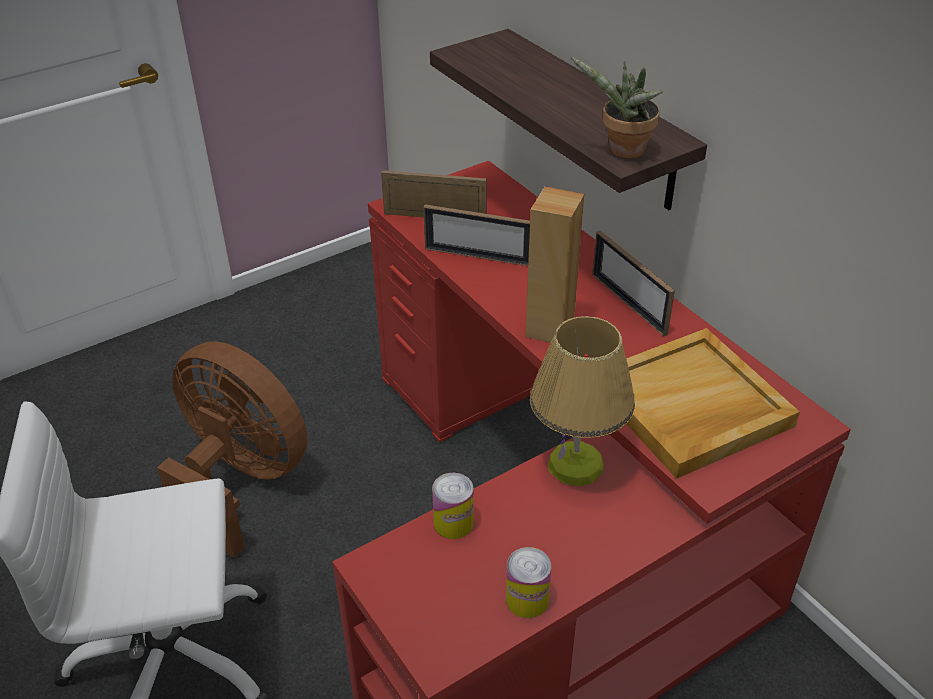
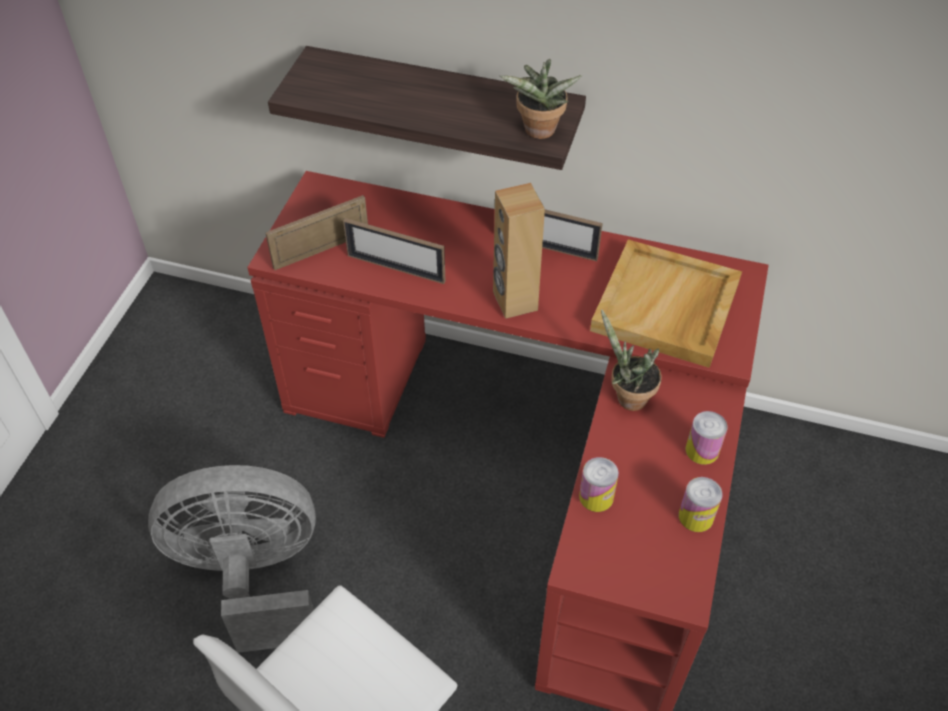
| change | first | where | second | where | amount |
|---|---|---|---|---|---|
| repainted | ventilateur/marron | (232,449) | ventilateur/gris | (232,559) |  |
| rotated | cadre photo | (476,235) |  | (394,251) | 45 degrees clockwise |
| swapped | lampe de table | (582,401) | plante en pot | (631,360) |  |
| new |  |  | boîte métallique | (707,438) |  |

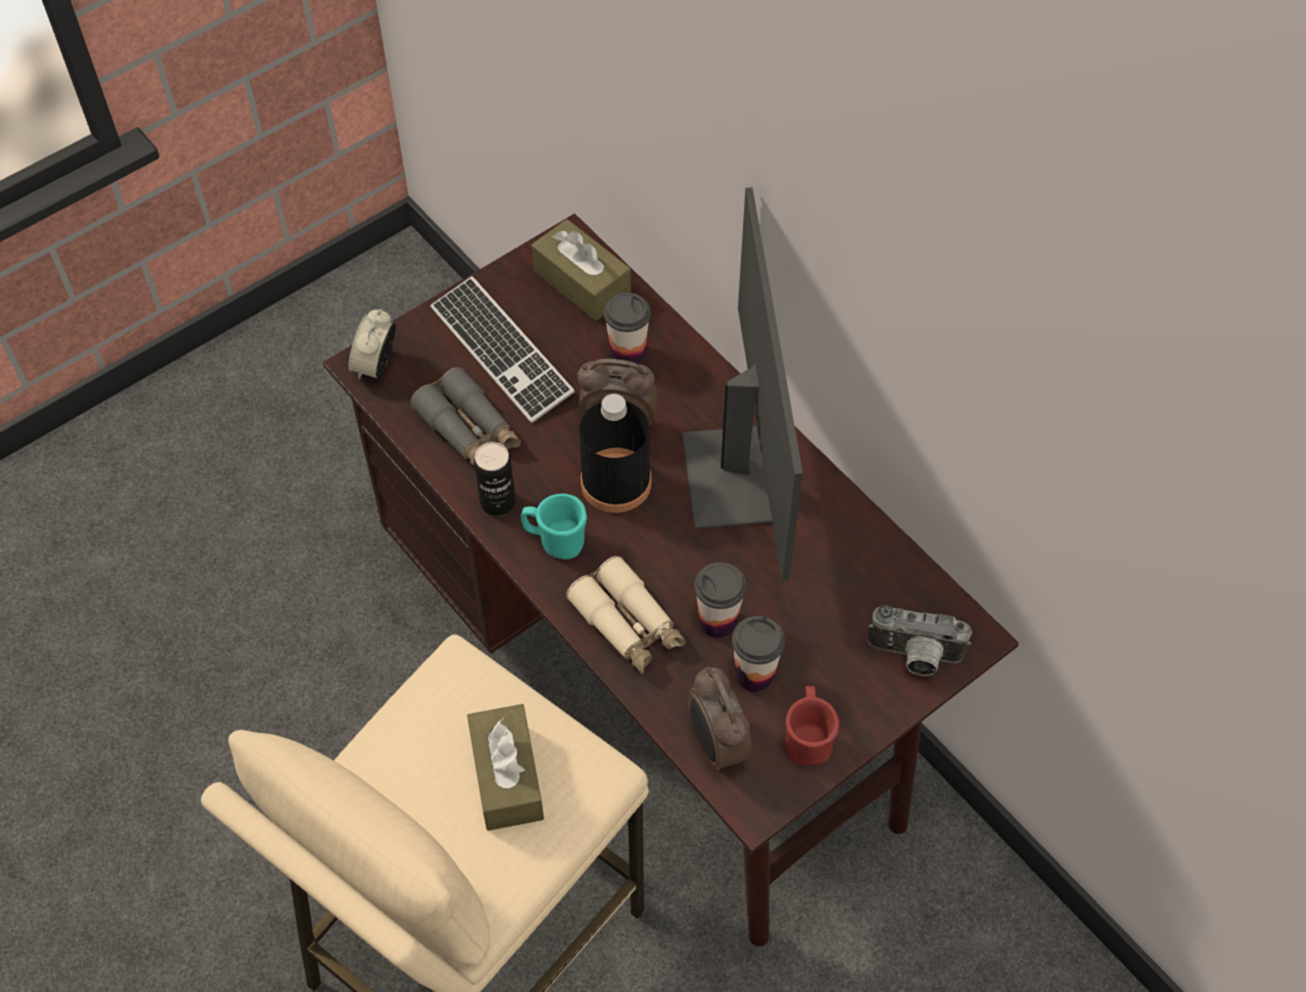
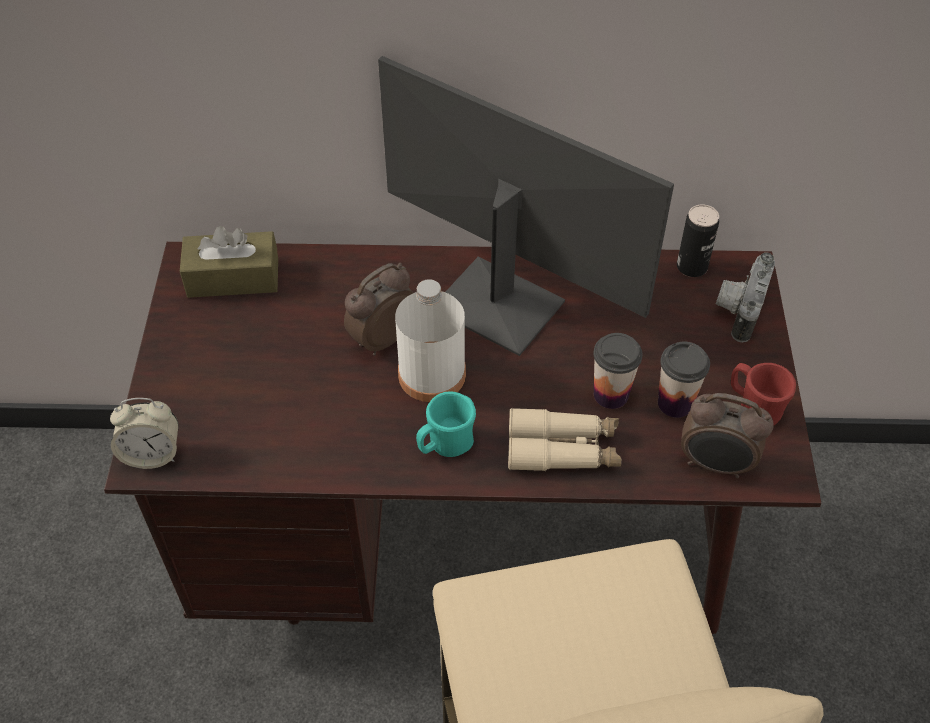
| change | first | where | second | where | amount |
|---|---|---|---|---|---|
| rotated | réveil | (372,344) |  | (144,433) | 60 degrees counterclockwise |
| gone | jumelles/gris | (465,417) |  |  |  |
| gone | clavier | (502,349) |  |  |  |
| gone | boîte à mouchoirs/marron | (505,767) |  |  |  |
| shifted | boîte métallique | (495,479) |  | (698,240) |  |
| repainted | bouteille/noir | (615,453) | bouteille/blanc | (430,340) |  |
| gone | tasse | (627,330) |  |  |  |
| rotated | appareil photo | (920,640) |  | (745,297) | 150 degrees clockwise |

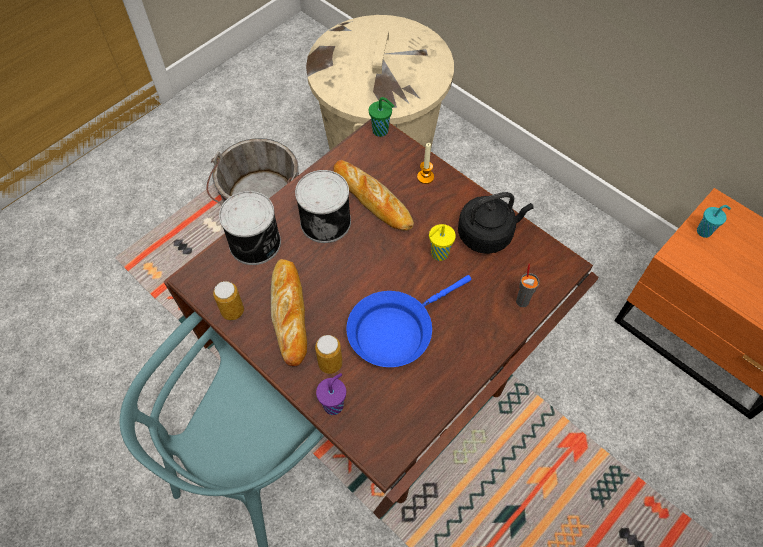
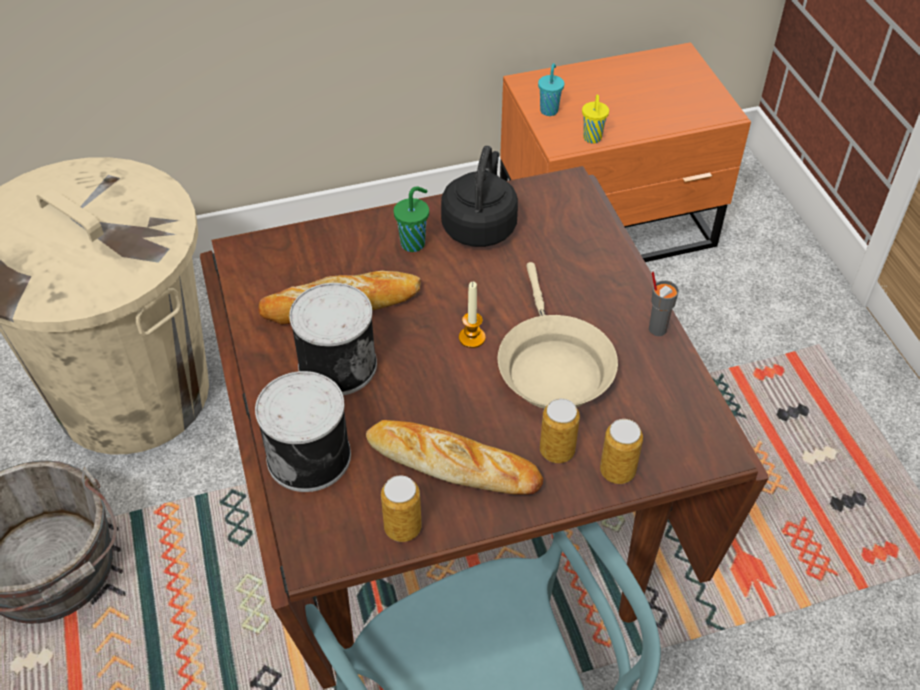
| change | first | where | second | where | amount |
|---|---|---|---|---|---|
| swapped | tasse/violet | (331,394) | boîte métallique | (621,451) |  |
| repainted | poêle/bleu | (408,321) | poêle/beige | (557,335) |  |
| shifted | tasse/vert | (381,117) |  | (411,219) |  |
| shifted | bougie | (425,163) |  | (472,315) |  |
| shifted | tasse/jaune | (442,242) |  | (595,119) |  |
| shifted | tasse/gris | (527,285) |  | (664,304) |  |

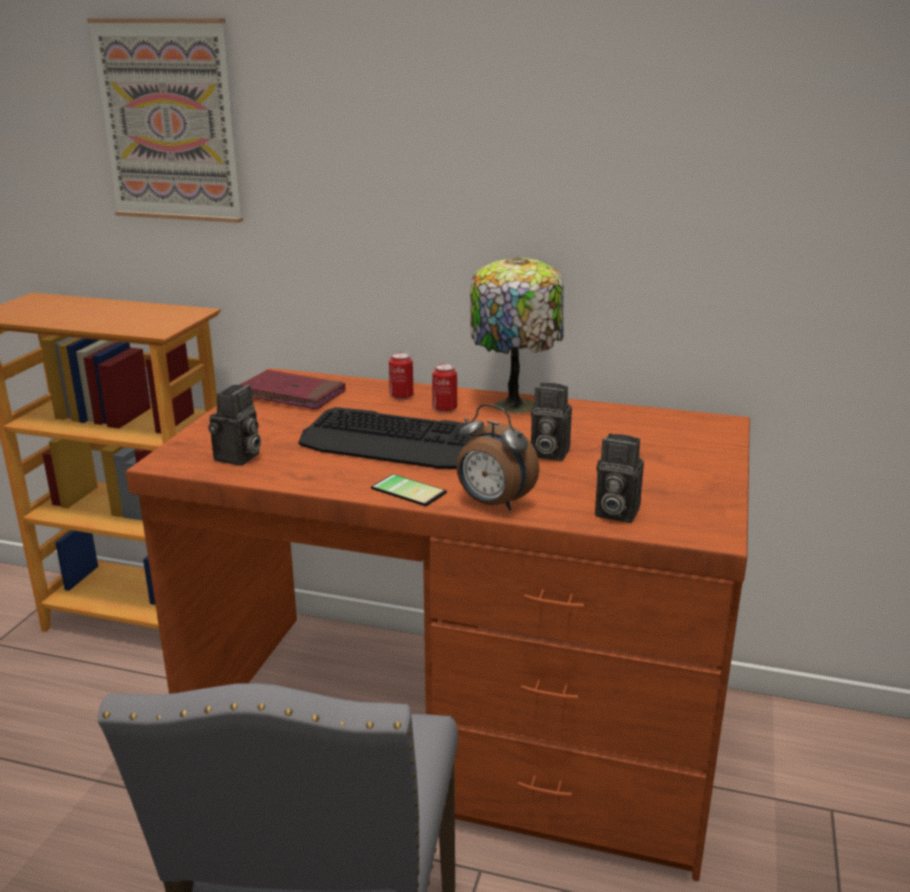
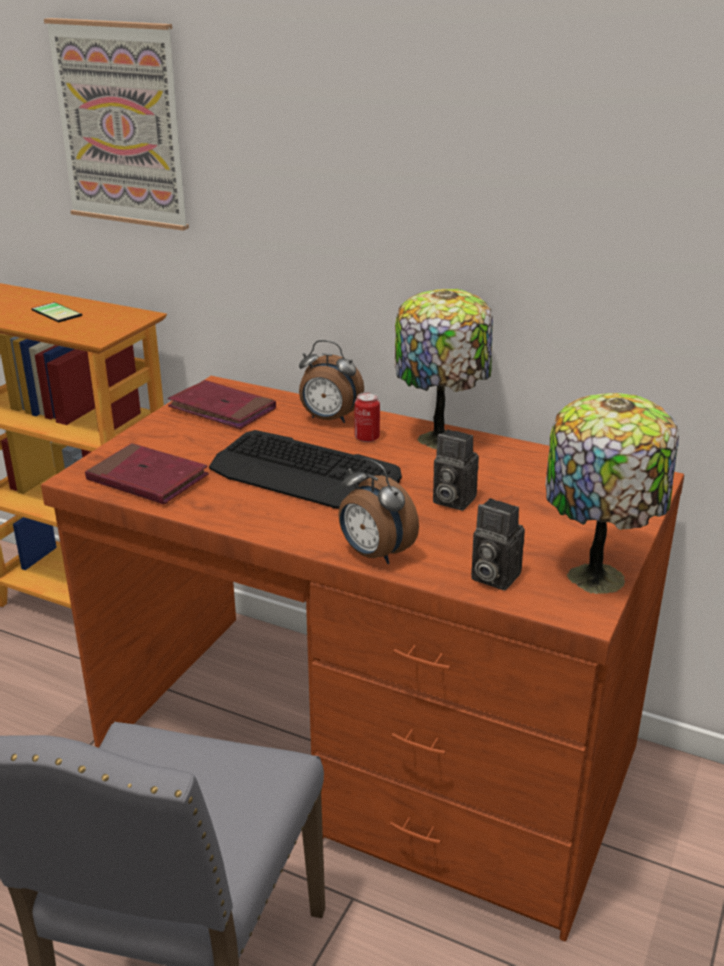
| change | first | where | second | where | amount |
|---|---|---|---|---|---|
| swapped | appareil photo | (234,425) | livre/rouge | (147,473) |  |
| shifted | téléphone | (409,490) |  | (56,312) |  |
| swapped | boîte métallique | (401,376) | réveil | (331,381) |  |
| new |  |  | lampe de table | (612,493) |  |

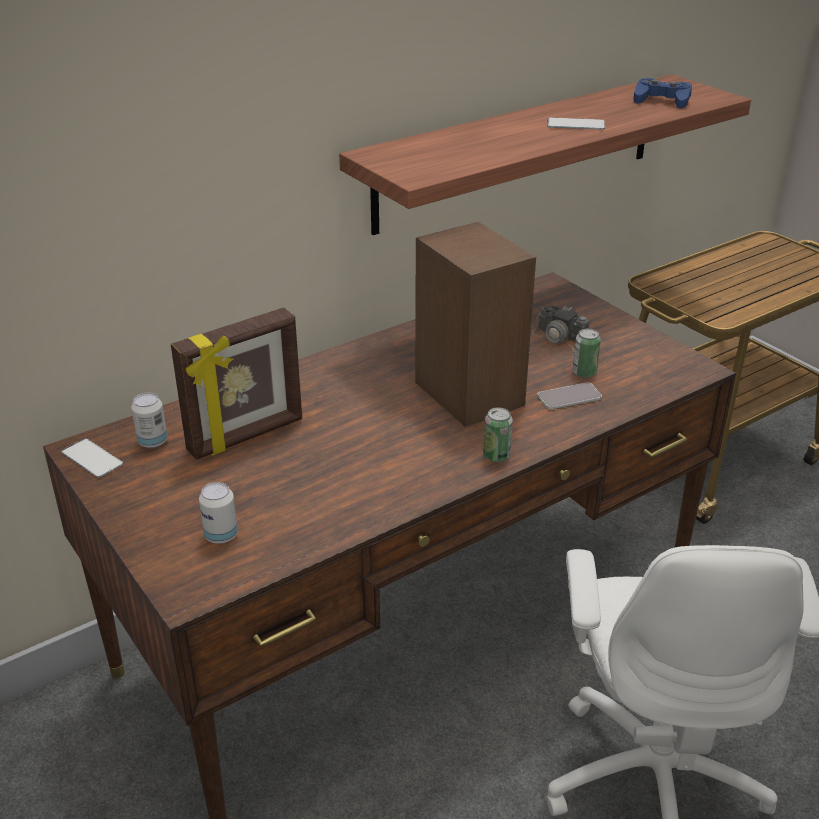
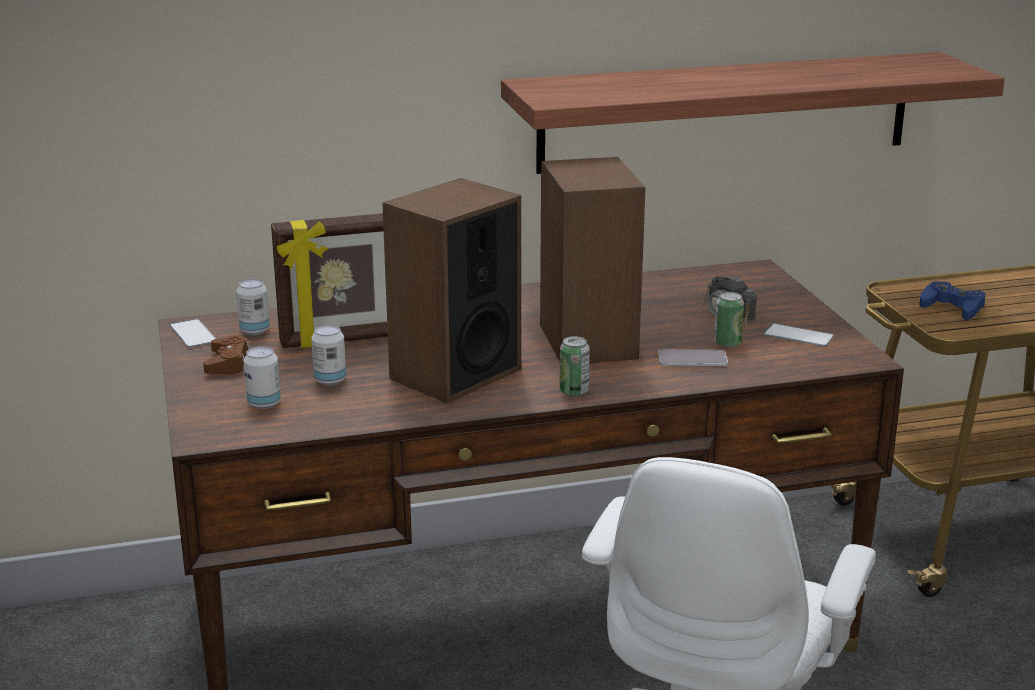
| change | first | where | second | where | amount |
|---|---|---|---|---|---|
| shifted | téléphone | (576,123) |  | (798,334) |  |
| shifted | manette/bleu | (662,93) |  | (952,300) |  |
| new |  |  | manette/marron | (226,355) |  |
| new |  |  | boîte métallique | (328,355) |  |
| new |  |  | enceinte | (451,290) |  |

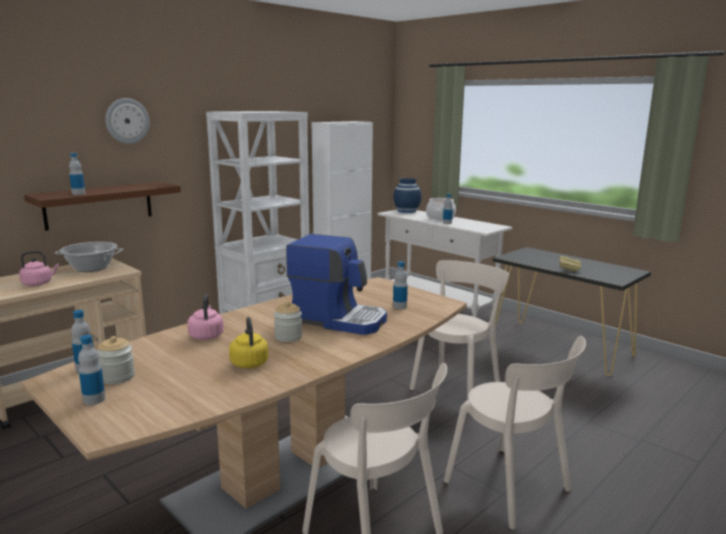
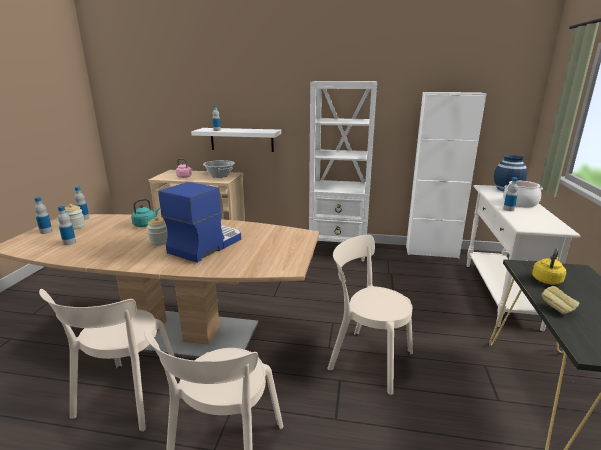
| change | first | where | second | where | amount |
|---|---|---|---|---|---|
| repainted | étagère/marron | (102,206) | étagère/blanc | (236,140) |  |
| gone | horloge murale | (127,121) |  |  |  |
| repainted | bouilloire/rose | (205,317) | bouilloire/turquoise | (145,213) |  |
| shifted | bouilloire/jaune | (249,342) |  | (549,266) |  |
| rotated | machine à café | (336,284) |  | (199,222) | 135 degrees counterclockwise |
| shifted | bouteille | (400,285) |  | (67,225) |  |
| rotated | chaise/beige | (459,330) |  | (370,315) | 150 degrees counterclockwise |

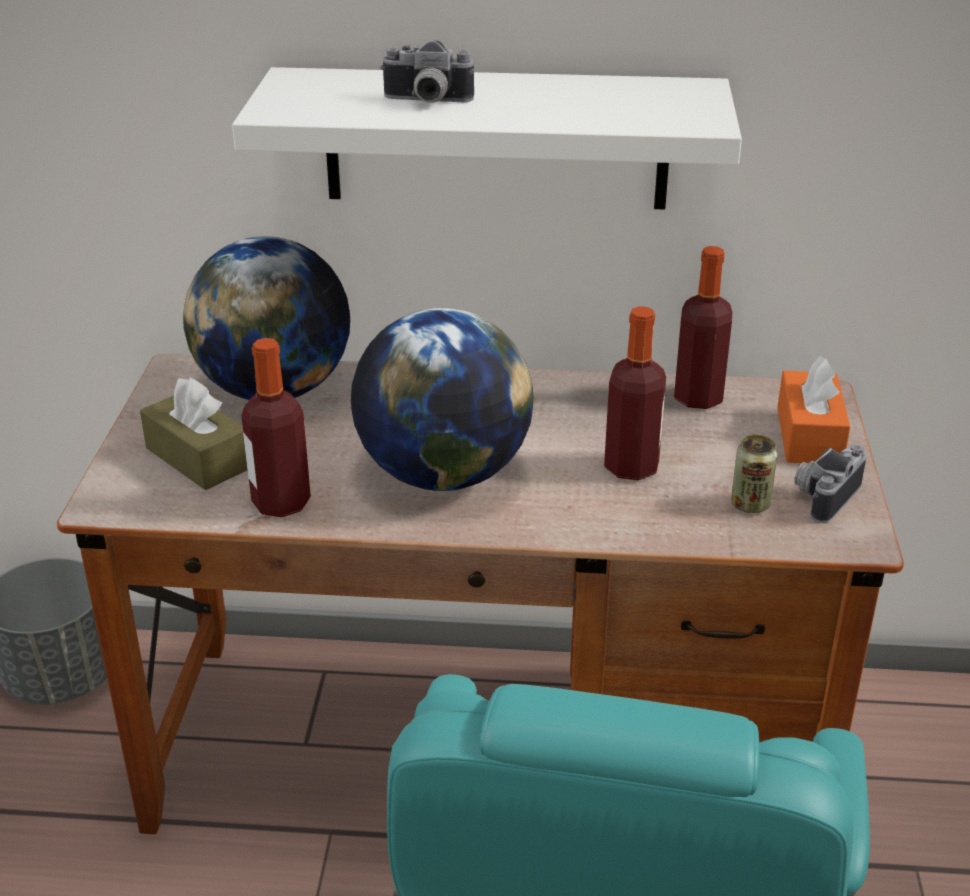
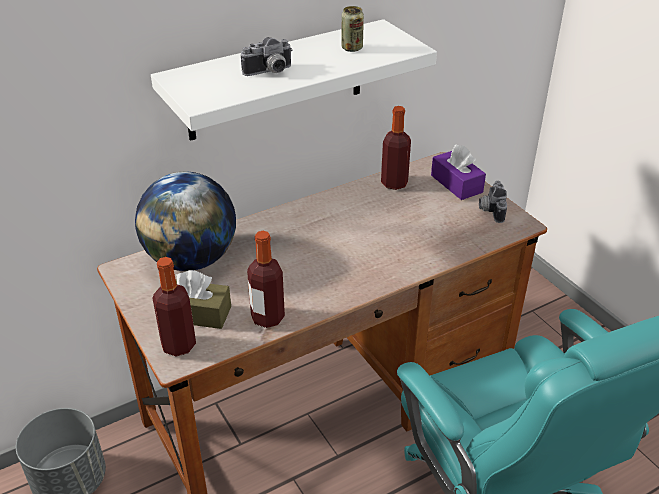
| change | first | where | second | where | amount |
|---|---|---|---|---|---|
| gone | globe | (442,399) |  |  |  |
| shifted | bouteille | (635,393) |  | (174,307) |  |
| shifted | boîte métallique | (754,474) |  | (352,29) |  |
| repainted | boîte à mouchoirs/orange | (813,409) | boîte à mouchoirs/violet | (458,172) |  |

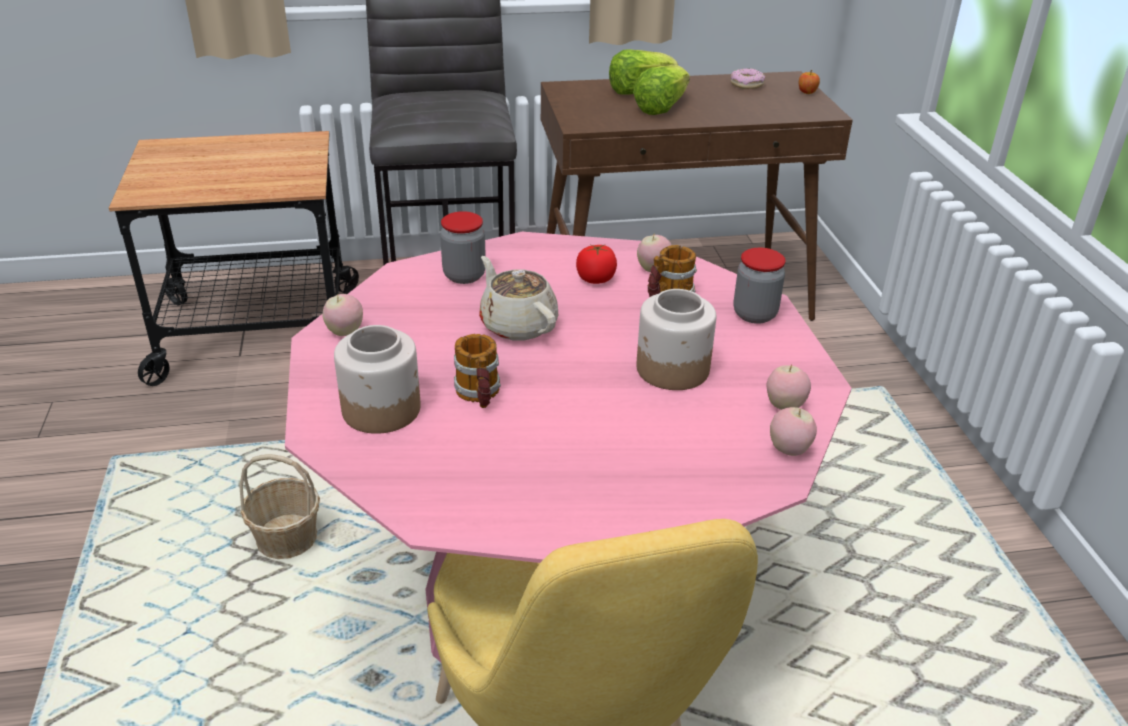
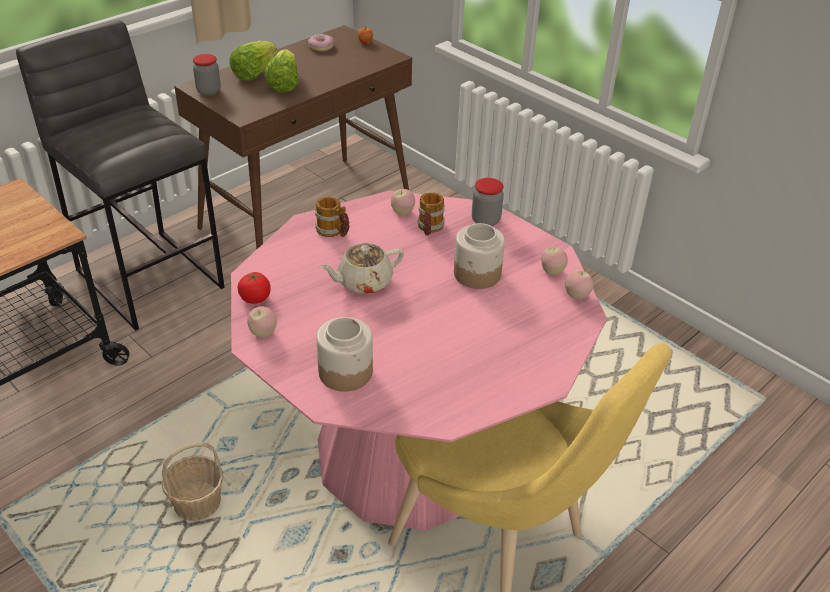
| change | first | where | second | where | amount |
|---|---|---|---|---|---|
| shifted | bocal | (463,247) |  | (207,75) |  |
| shifted | mug | (477,371) |  | (332,217) |  |
| rotated | théière/beige | (518,298) |  | (362,268) | 45 degrees counterclockwise |
| shifted | tomate | (596,264) |  | (254,288) |  |

